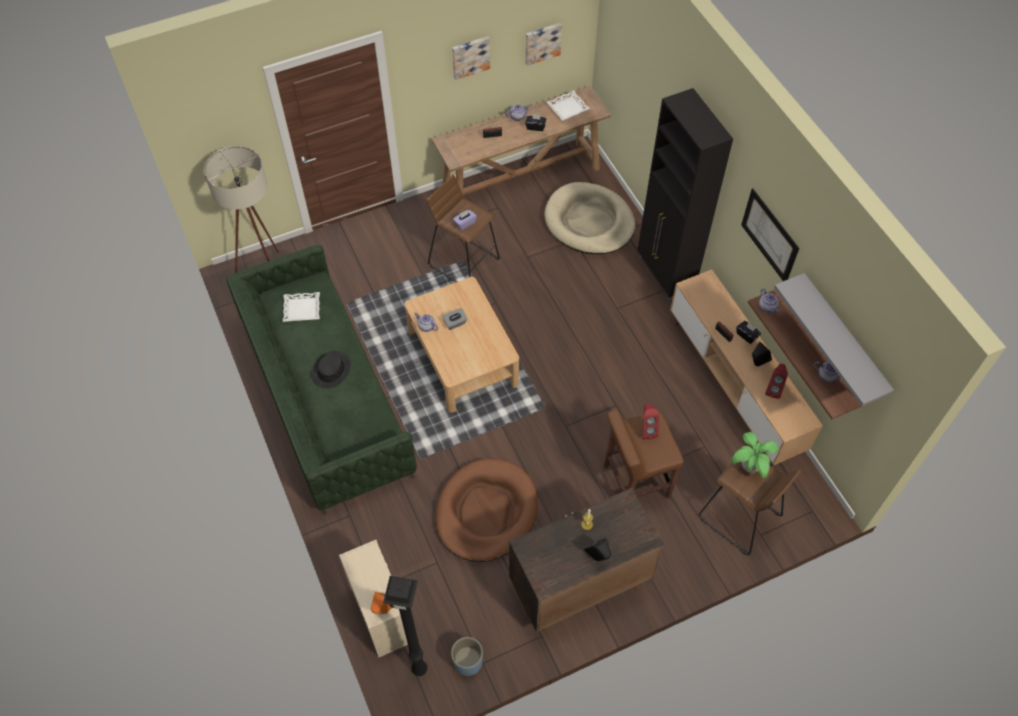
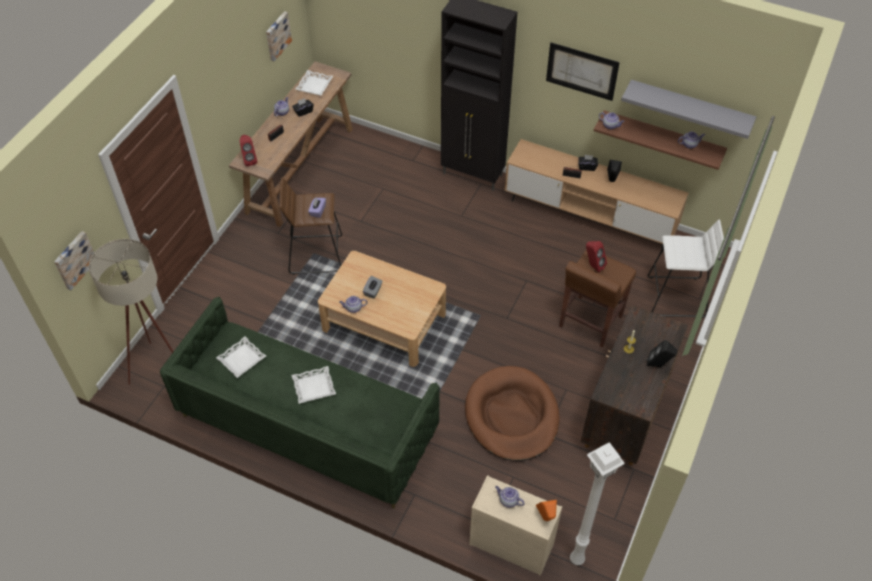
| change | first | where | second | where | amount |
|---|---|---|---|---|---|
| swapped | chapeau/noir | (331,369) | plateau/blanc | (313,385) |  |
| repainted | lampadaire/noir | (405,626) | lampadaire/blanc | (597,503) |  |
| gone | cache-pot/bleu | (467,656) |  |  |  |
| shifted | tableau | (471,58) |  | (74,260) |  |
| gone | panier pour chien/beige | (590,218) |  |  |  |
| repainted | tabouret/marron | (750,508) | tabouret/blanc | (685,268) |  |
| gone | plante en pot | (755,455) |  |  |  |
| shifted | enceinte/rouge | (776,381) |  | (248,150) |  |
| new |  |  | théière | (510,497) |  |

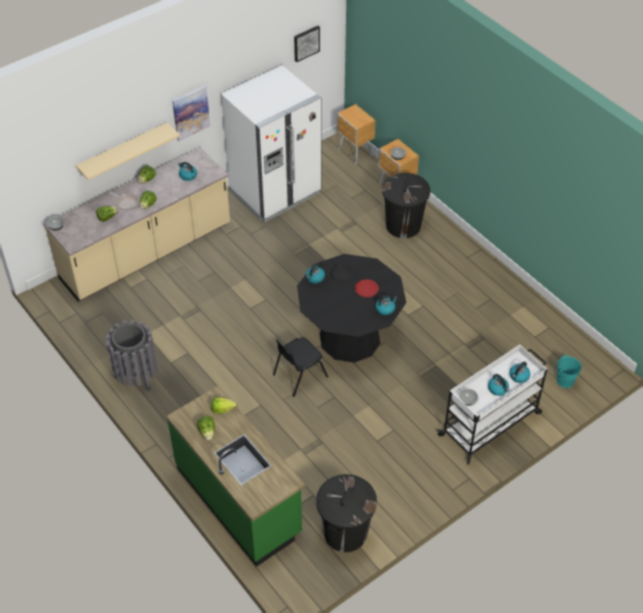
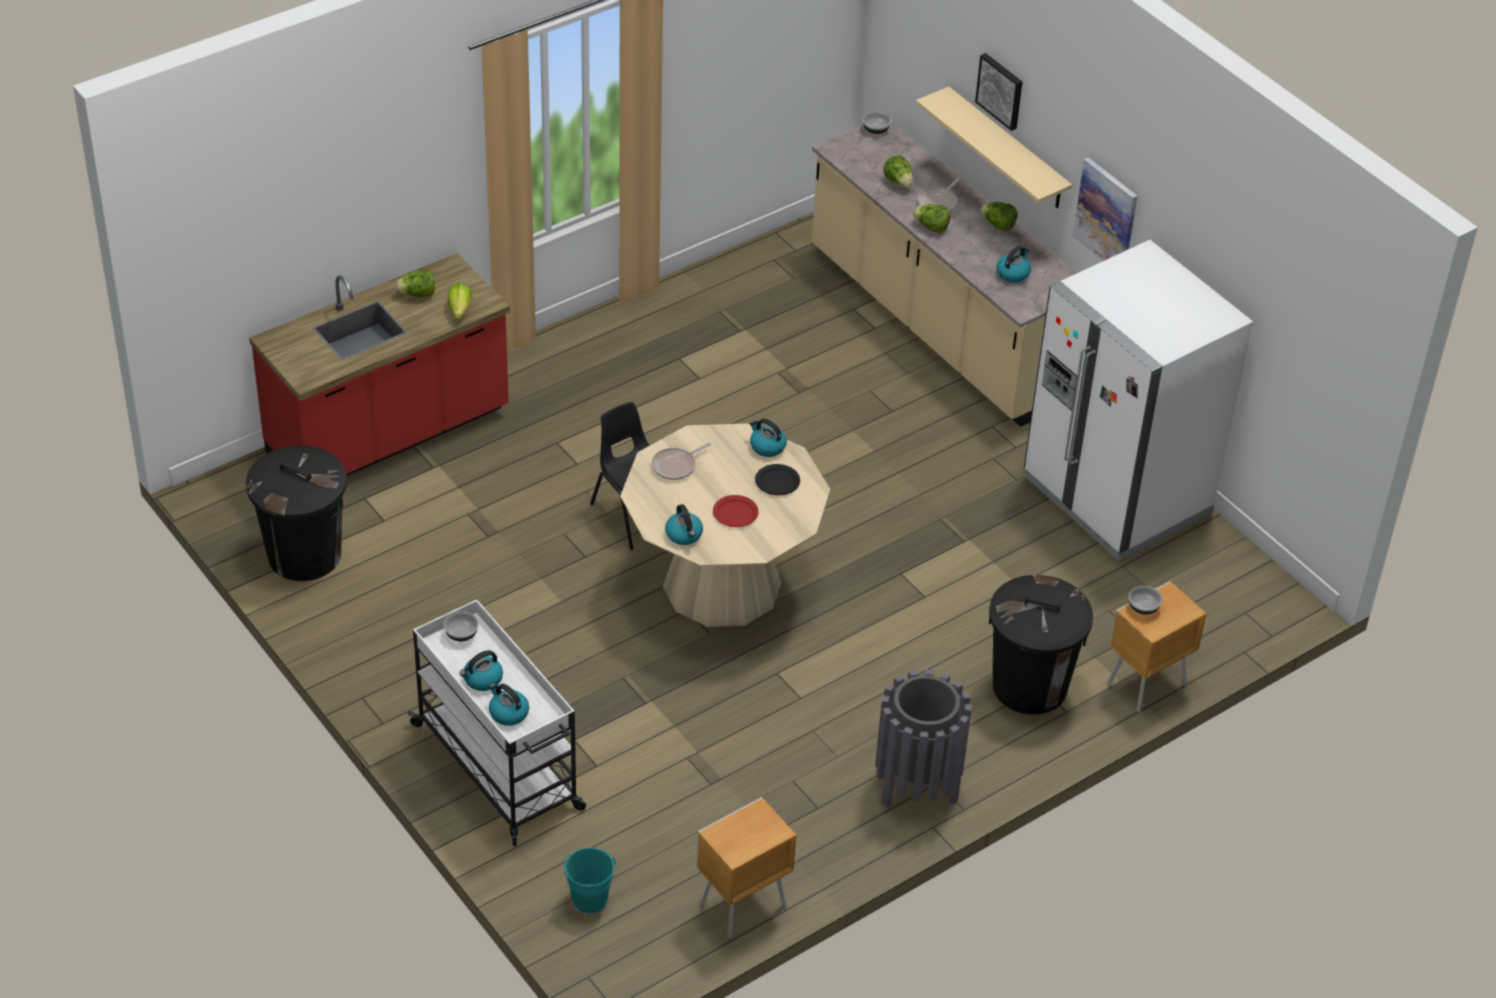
| change | first | where | second | where | amount |
|---|---|---|---|---|---|
| shifted | poubelle/gris | (131,355) |  | (923,738) |  |
| repainted | comptoir de cuisine/vert | (235,476) | comptoir de cuisine/rouge | (379,364) |  |
| shifted | tableau | (307,44) |  | (998,92) |  |
| repainted | table à manger/noir | (351,308) | table à manger/beige | (725,525) |  |
| shifted | table de chevet/marron | (356,134) |  | (746,867) |  |
| new |  |  | poêle | (681,461) |  |

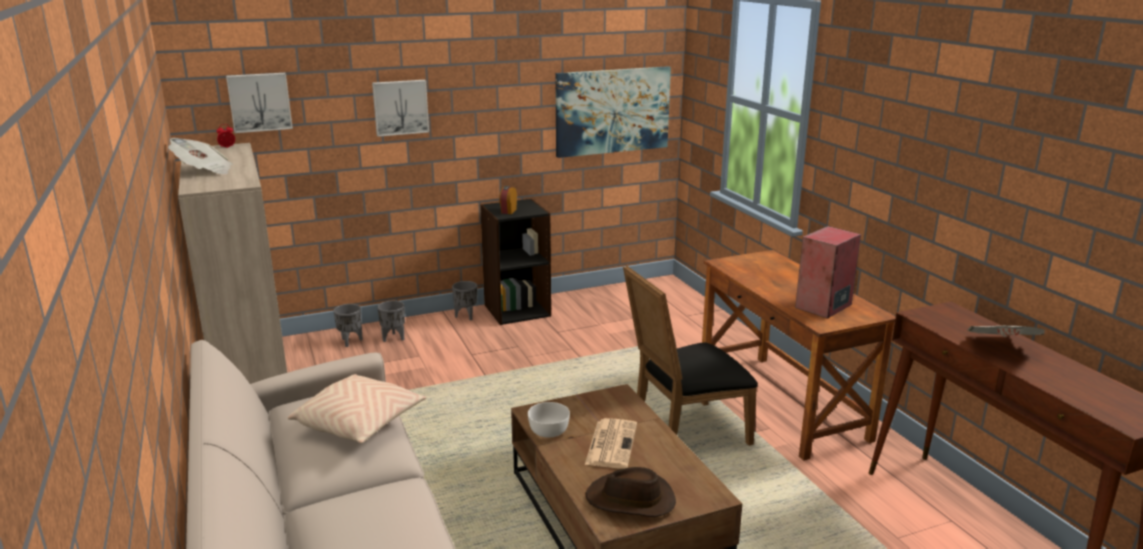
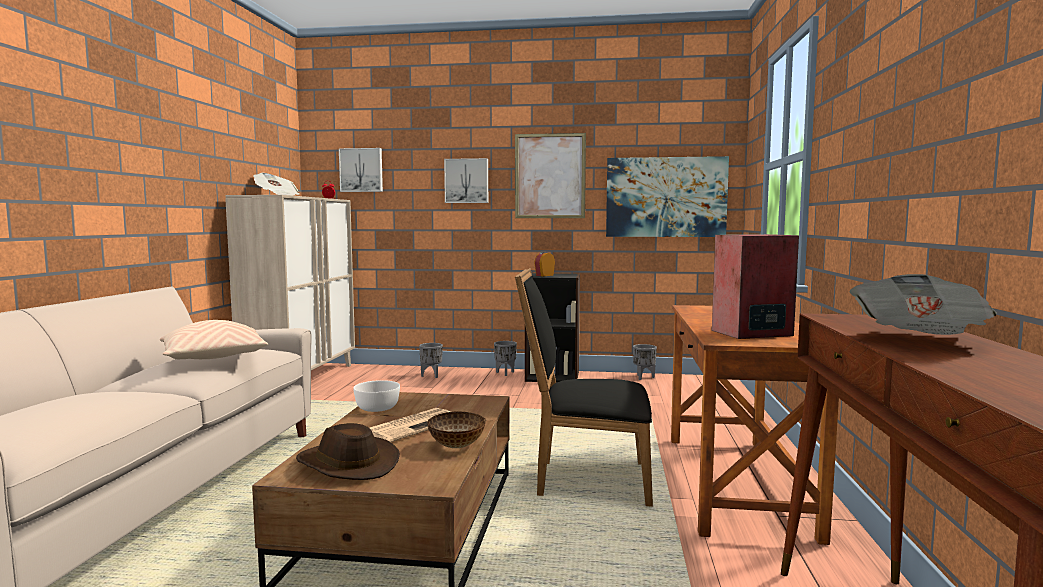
| change | first | where | second | where | amount |
|---|---|---|---|---|---|
| shifted | cache-pot/gris | (348,325) |  | (645,362) |  |
| new |  |  | bol | (456,429) |  |
| new |  |  | tableau | (550,175) |  |

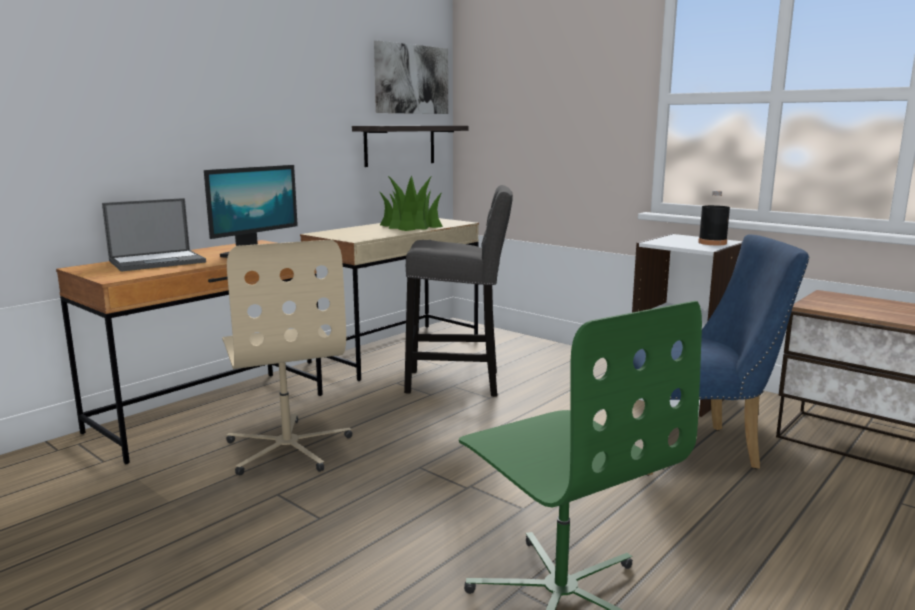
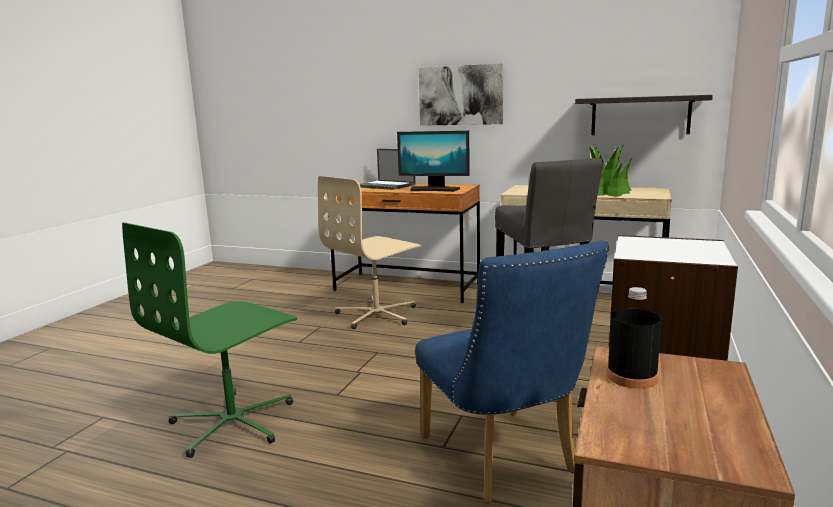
| change | first | where | second | where | amount |
|---|---|---|---|---|---|
| shifted | tableau | (411,77) |  | (461,94) |  |
| shifted | bouteille/noir | (714,218) |  | (634,338) |  |

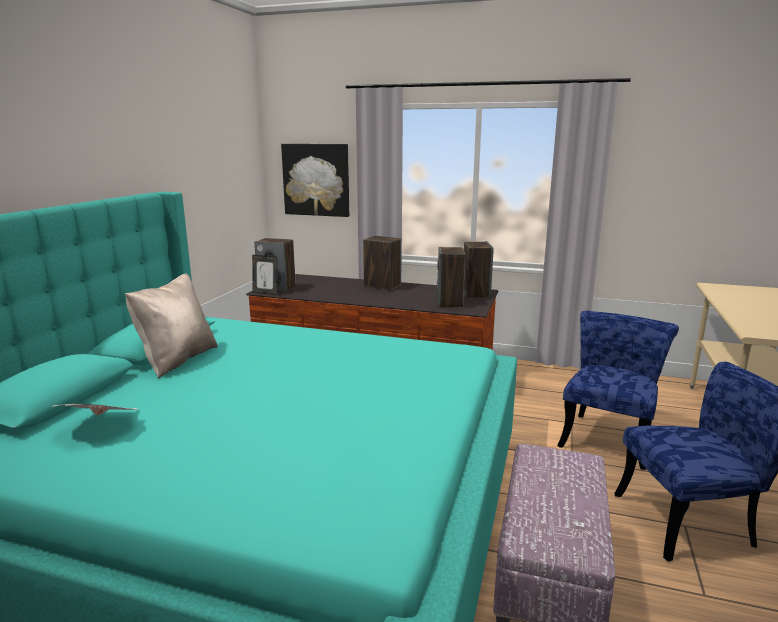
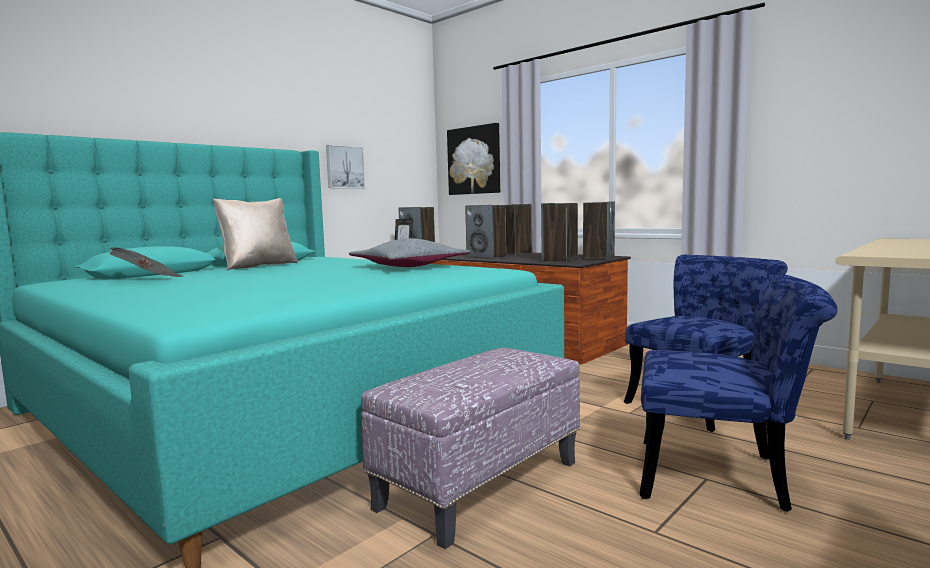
| change | first | where | second | where | amount |
|---|---|---|---|---|---|
| new |  |  | tableau | (345,167) |  |
| new |  |  | coussin/gris | (410,252) |  |
| new |  |  | enceinte | (485,232) |  |

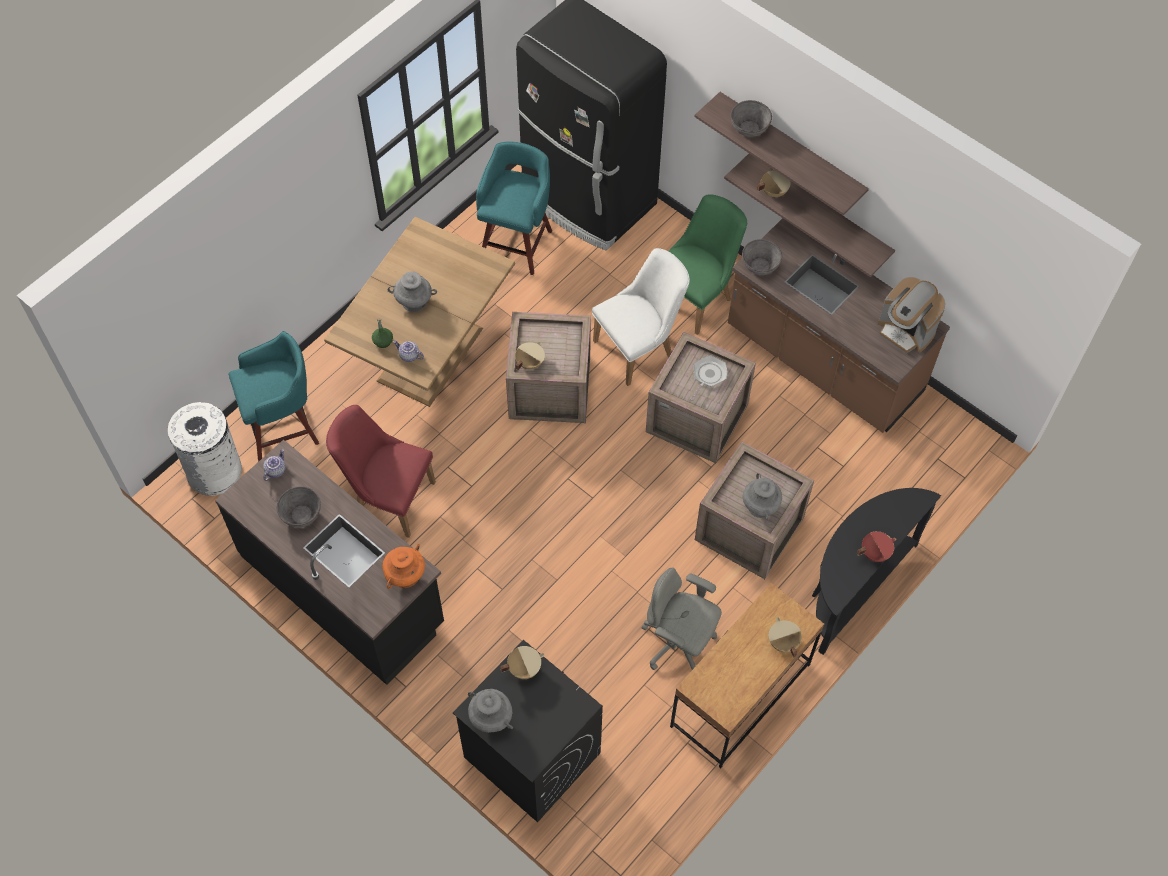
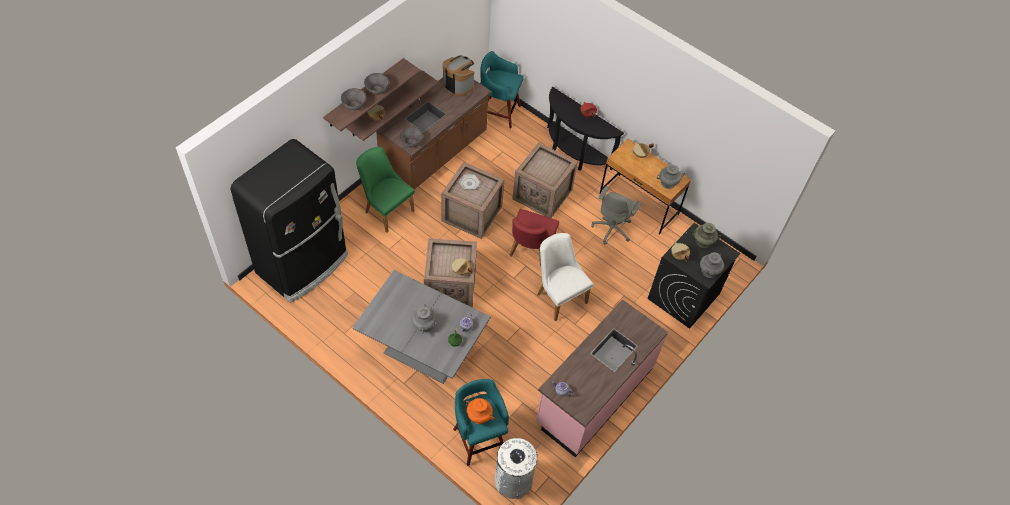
| change | first | where | second | where | amount |
|---|---|---|---|---|---|
| repainted | comptoir de cuisine/noir | (329,562) | comptoir de cuisine/rose | (602,378) |  |
| shifted | bol/gris | (299,506) |  | (376,84) |  |
| repainted | table à manger/marron | (419,312) | table à manger/gris | (422,327) |  |
| shifted | chaise/rouge | (381,471) |  | (534,237) |  |
| shifted | vase/orange | (403,566) |  | (480,411) |  |
| shifted | tabouret/turquoise | (514,208) |  | (501,89) |  |
| shifted | chaise/blanc | (641,317) |  | (565,277) |  |
| shifted | vase/gris | (762,496) |  | (671,176) |  |
| rotated | machine à café | (912,315) |  | (458,76) | 90 degrees counterclockwise |
| new |  |  | vase/turquoise | (706,235) |  |

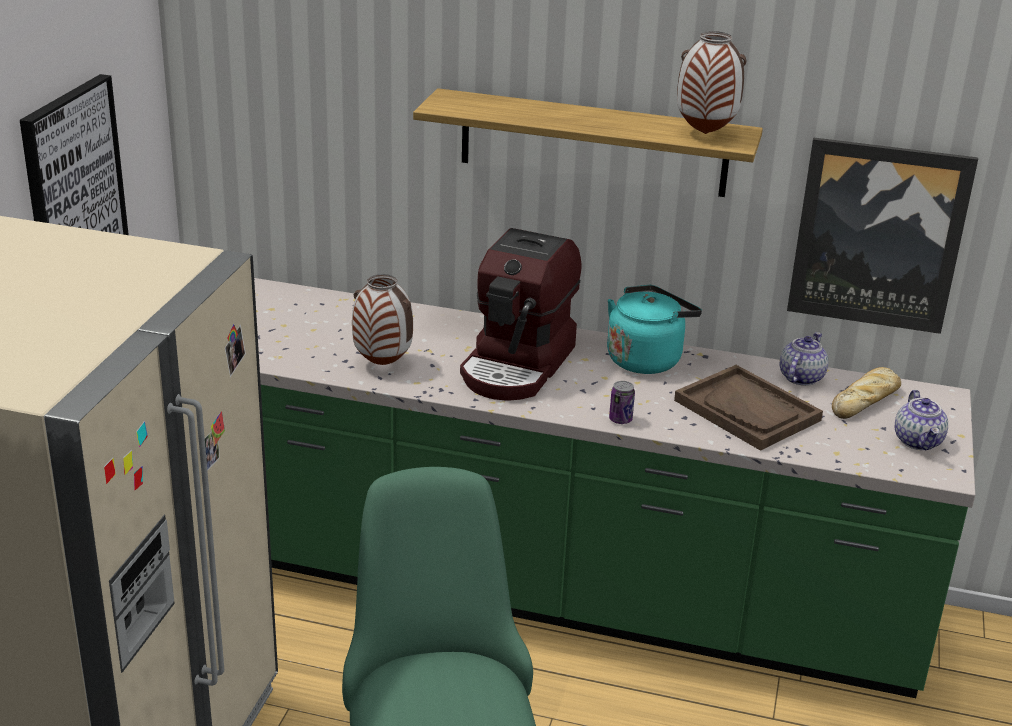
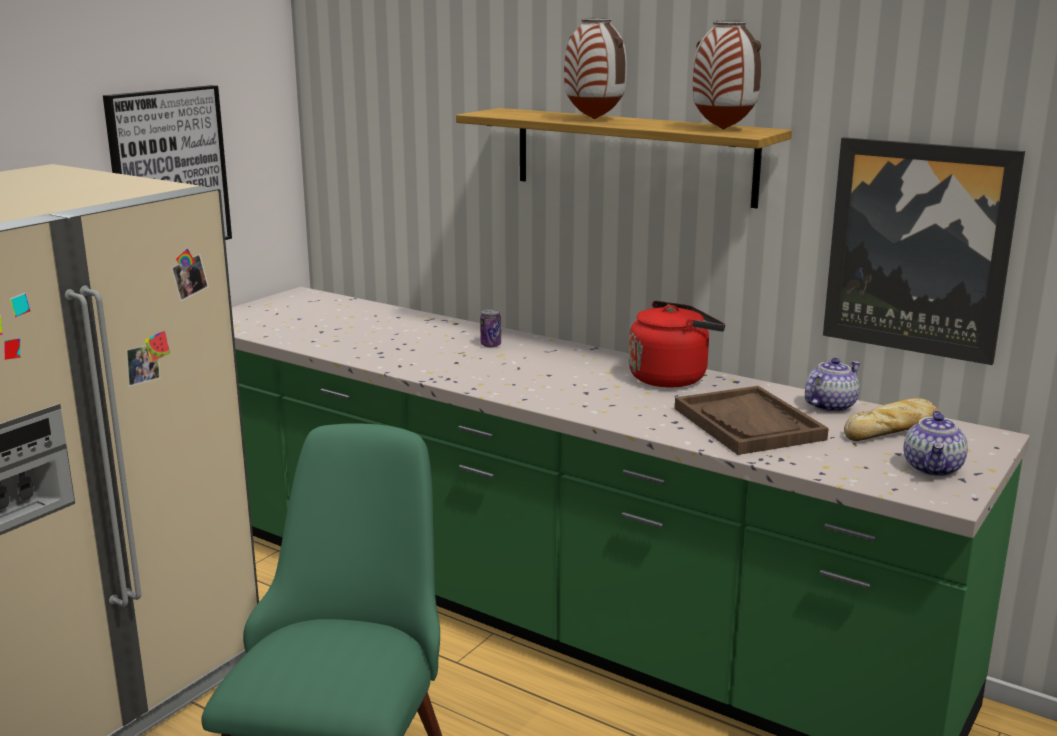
| change | first | where | second | where | amount |
|---|---|---|---|---|---|
| shifted | vase | (382,319) |  | (595,68) |  |
| gone | machine à café | (520,314) |  |  |  |
| repainted | bouilloire/turquoise | (654,329) | bouilloire/rouge | (677,344) |  |
| shifted | boîte métallique | (622,402) |  | (490,328) |  |

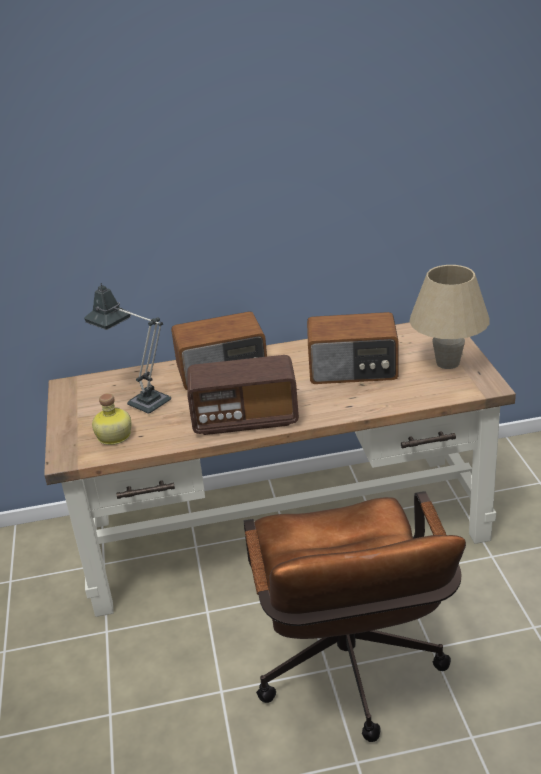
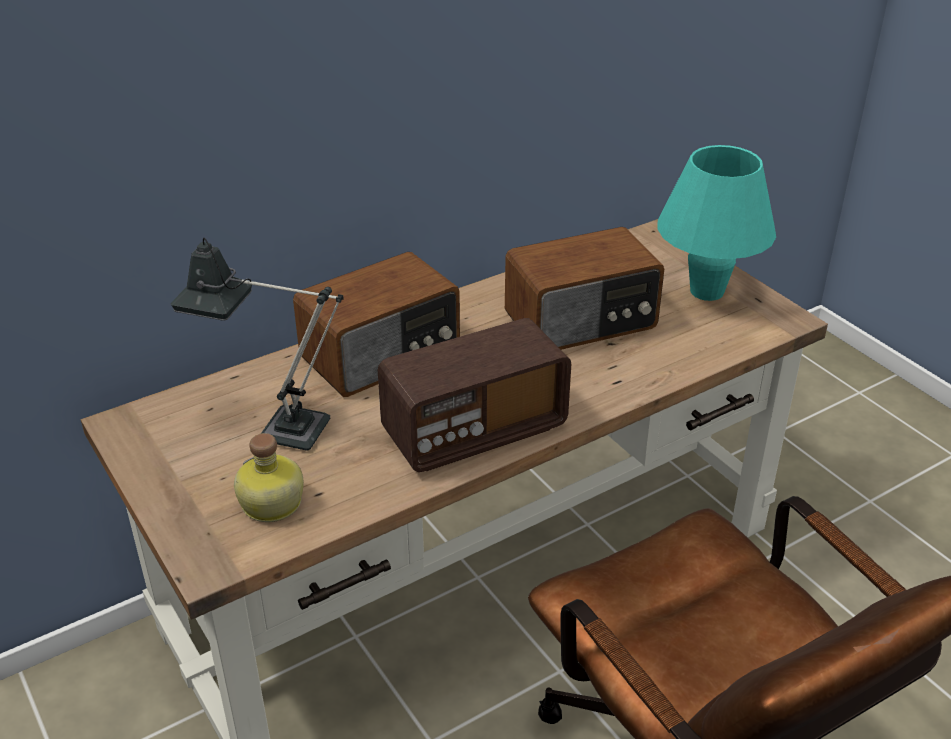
| change | first | where | second | where | amount |
|---|---|---|---|---|---|
| repainted | lampe de table/beige | (449,317) | lampe de table/turquoise | (716,223) |  |

